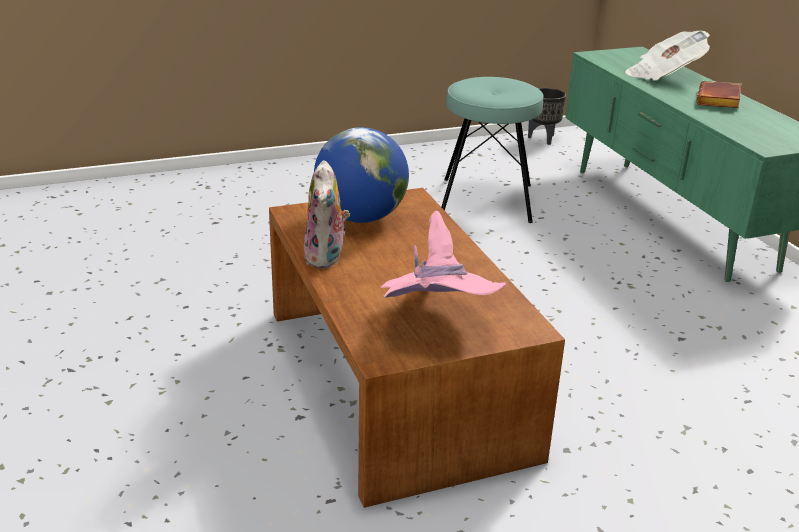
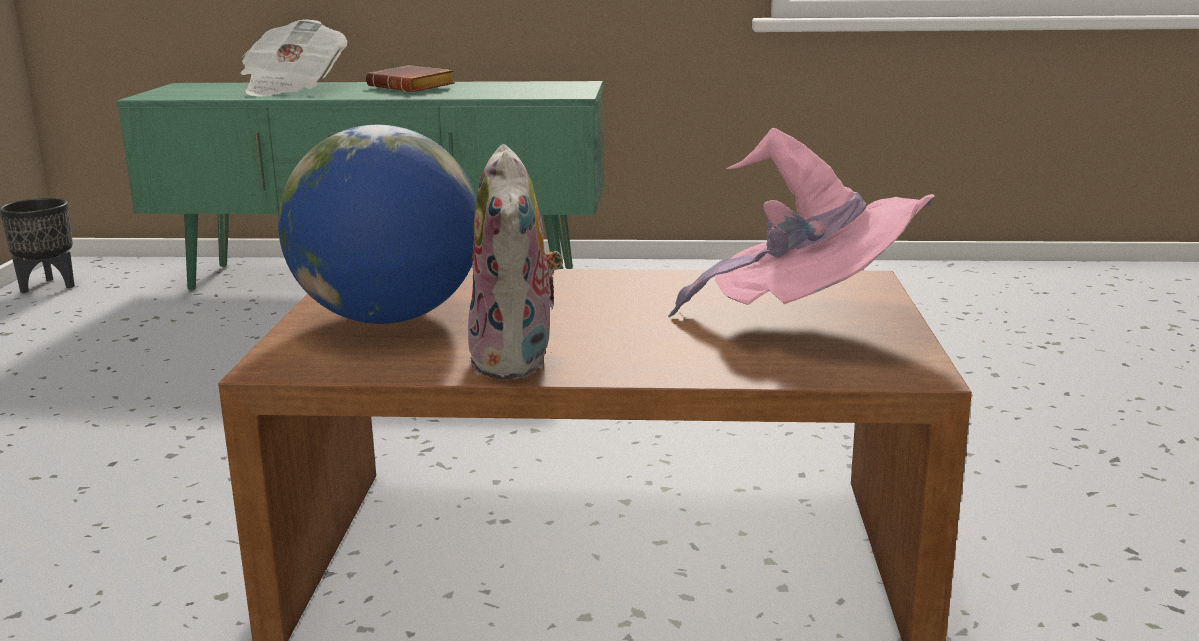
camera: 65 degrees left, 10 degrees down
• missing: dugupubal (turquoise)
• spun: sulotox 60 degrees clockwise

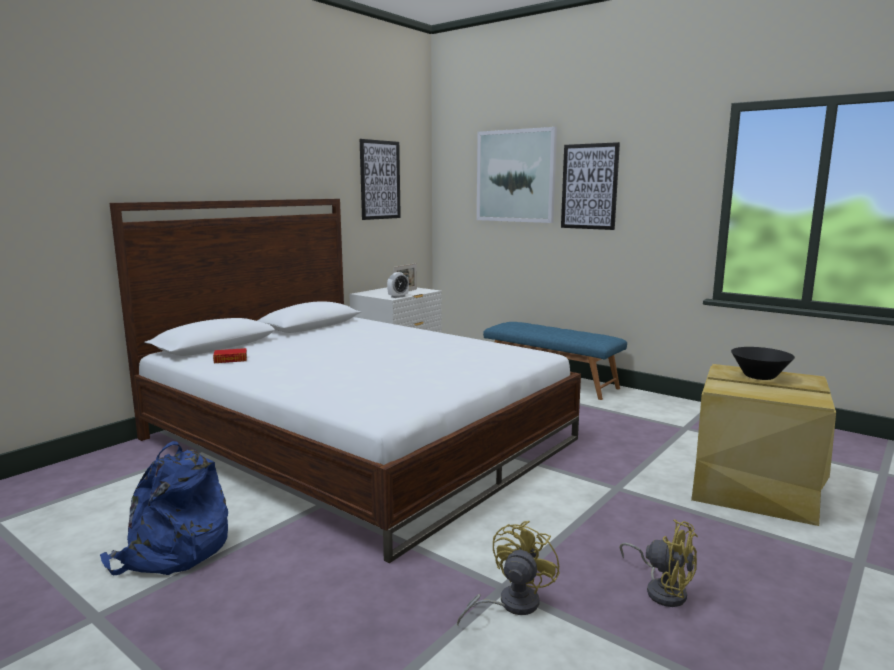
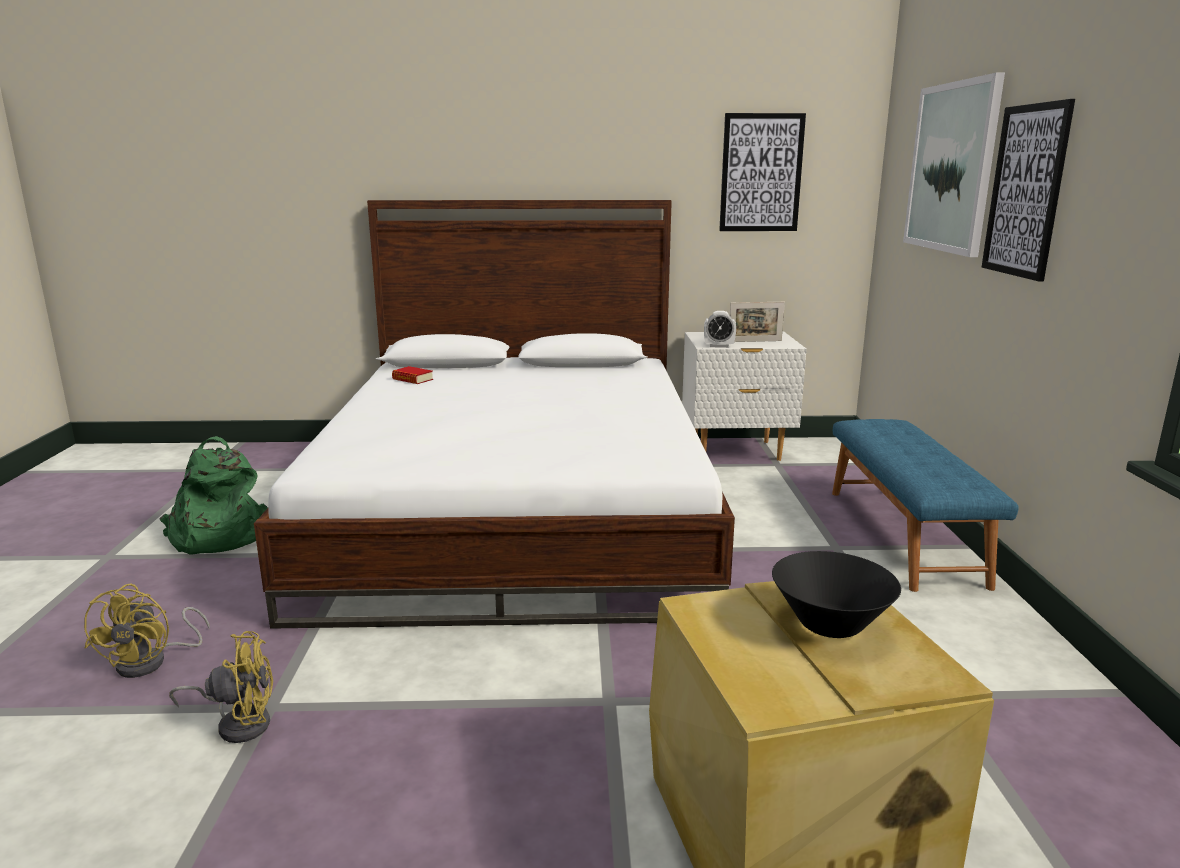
camera: 50 degrees right, 5 degrees up
• relocated: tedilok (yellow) (no. 2 from left in the first image) to tedilok (yellow) (no. 1 from left)
• colour: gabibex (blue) to gabibex (green)

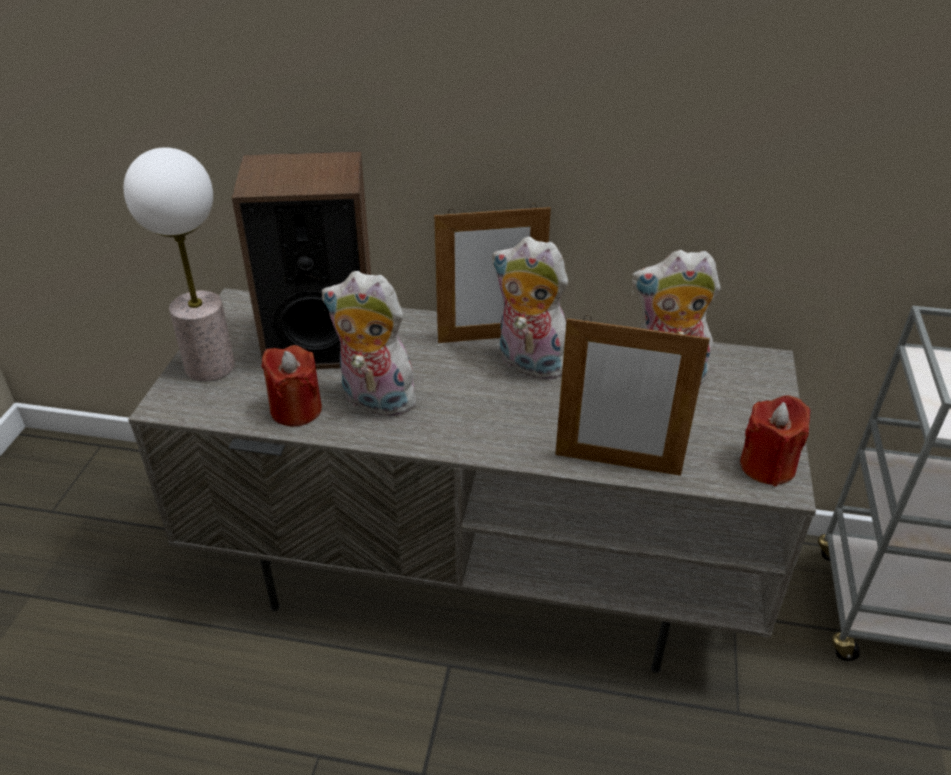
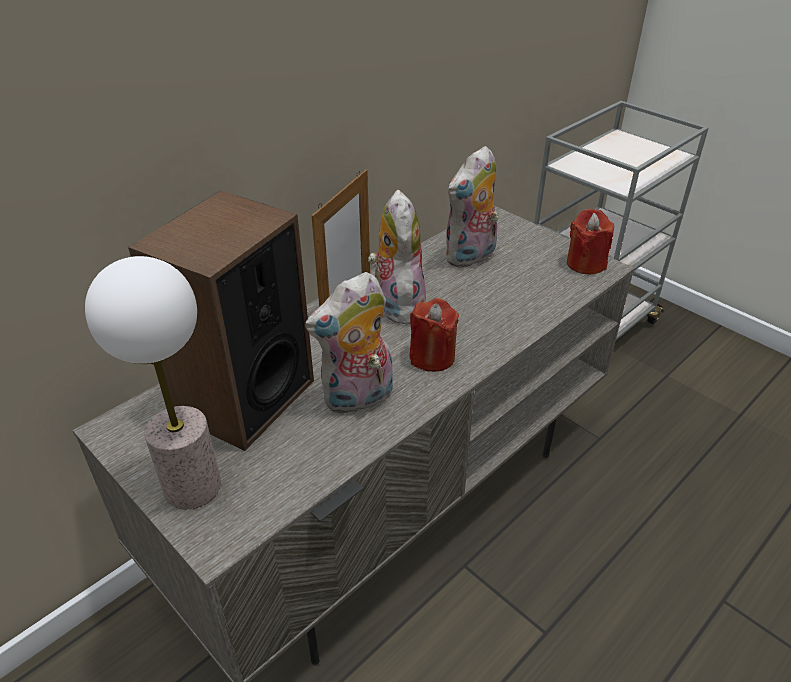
camera: 55 degrees left, 0 degrees up
• missing: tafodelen (no. 2 from left)
• relocated: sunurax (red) (no. 1 from left)
• spun: sulotox (no. 2 from left) 105 degrees clockwise

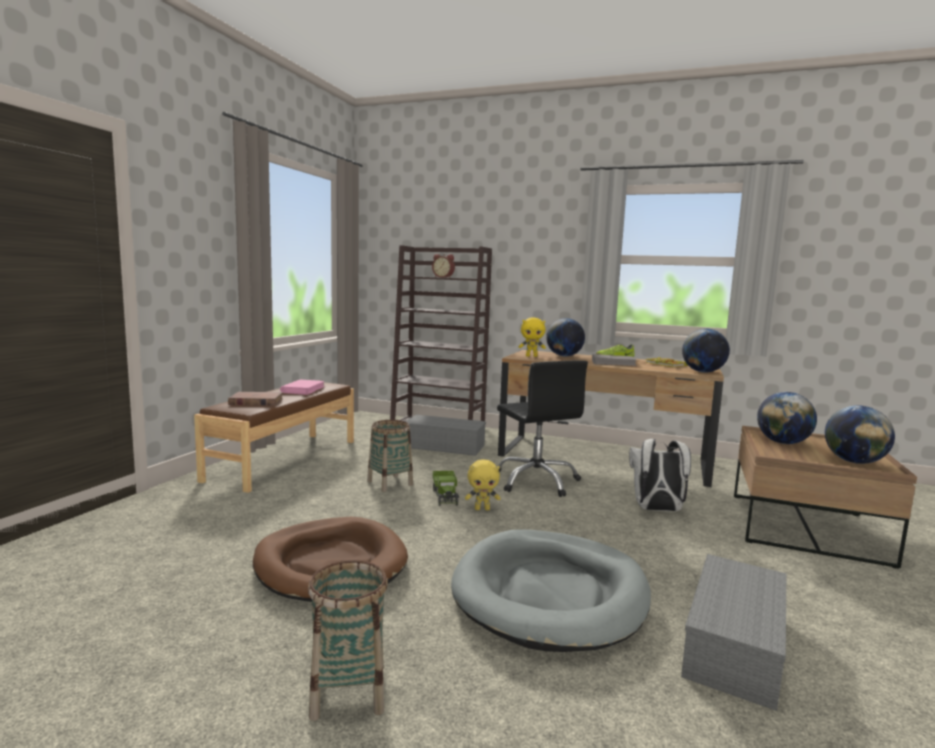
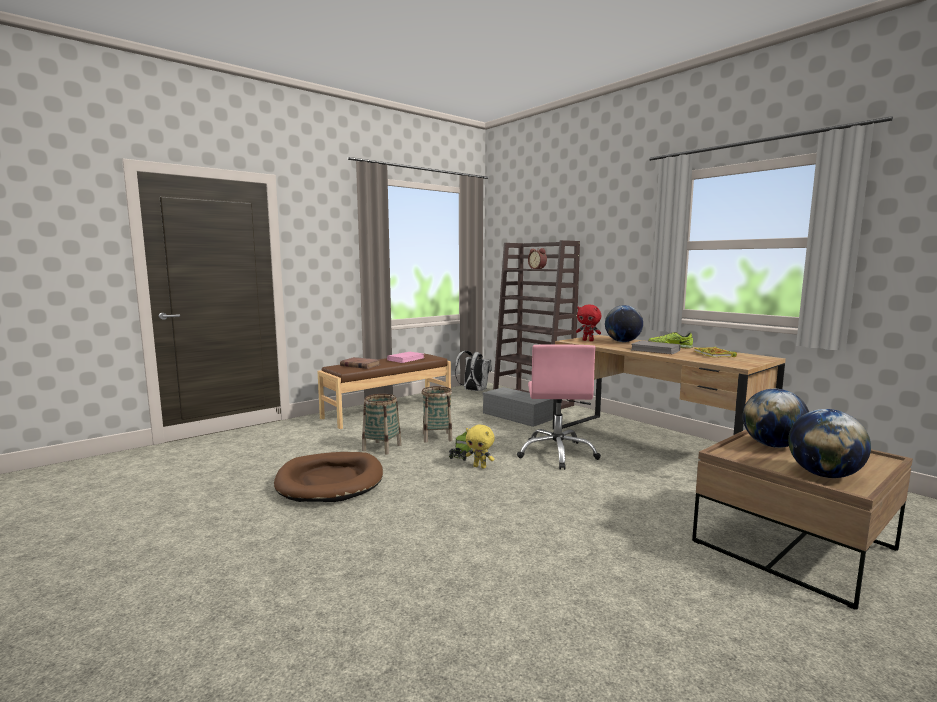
camera: 30 degrees right, 0 degrees up
• missing: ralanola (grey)
• missing: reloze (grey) (no. 2 from left)
• missing: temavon (no. 2 from left)
• relocated: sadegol (no. 1 from left)
• relocated: gabibex (white)
• colour: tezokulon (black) to tezokulon (pink)
• colour: sulotox (yellow) (no. 2 from left) to sulotox (red)

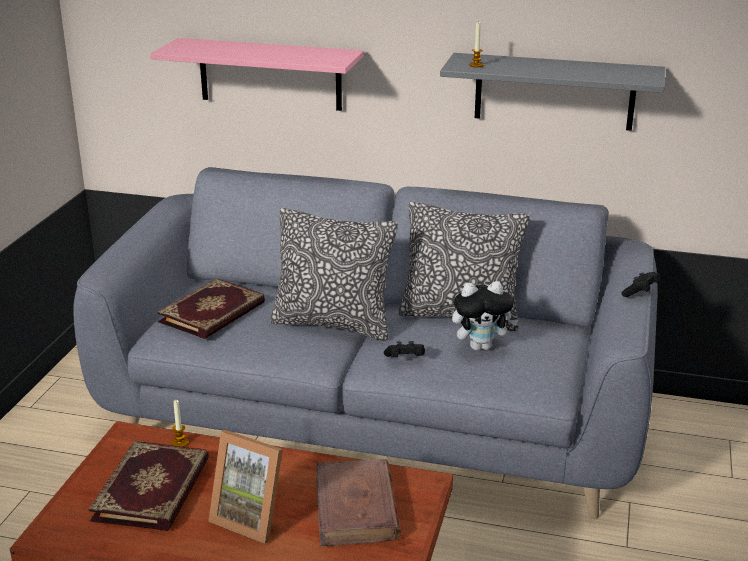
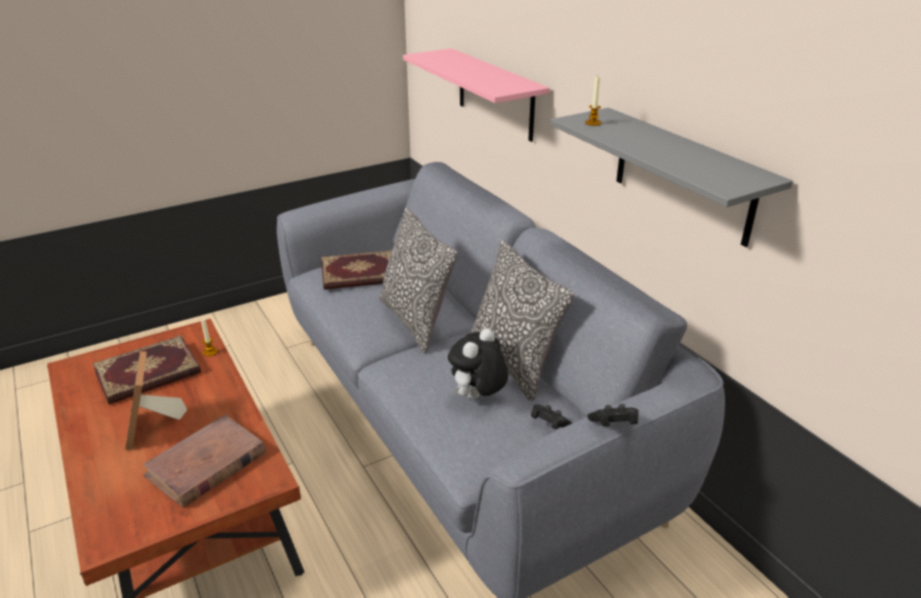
camera: 45 degrees right, 5 degrees up
• relocated: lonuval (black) (no. 1 from left)
• spun: sulotox 90 degrees clockwise

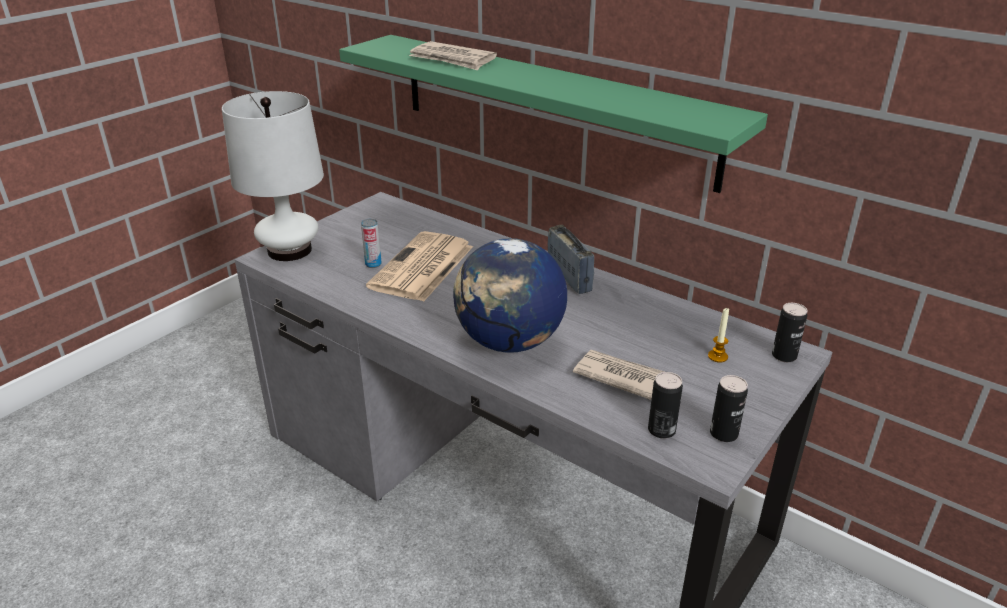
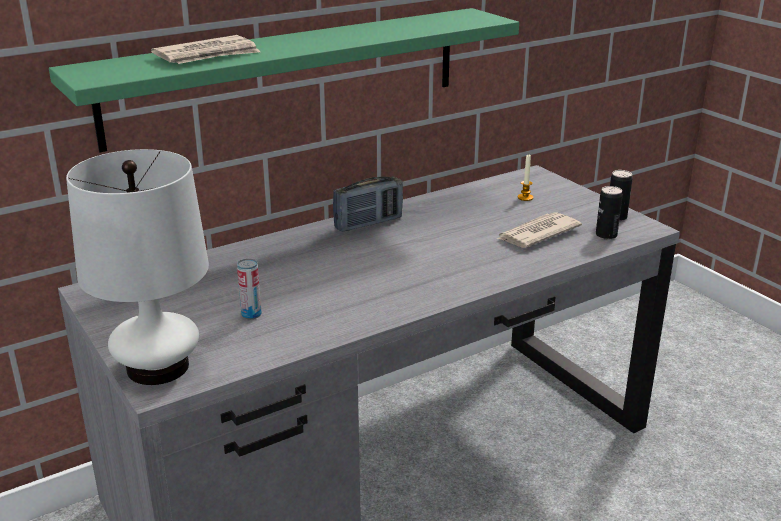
camera: 70 degrees left, 5 degrees down
• missing: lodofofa (no. 1 from left)
• missing: temavon
• missing: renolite (no. 4 from left)
• spun: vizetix 150 degrees clockwise

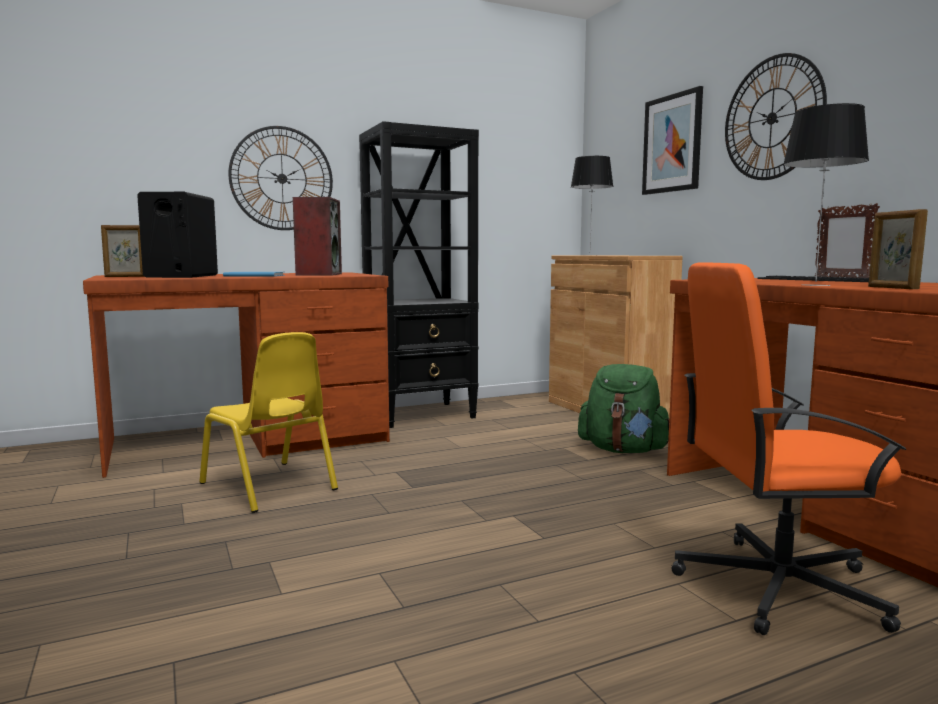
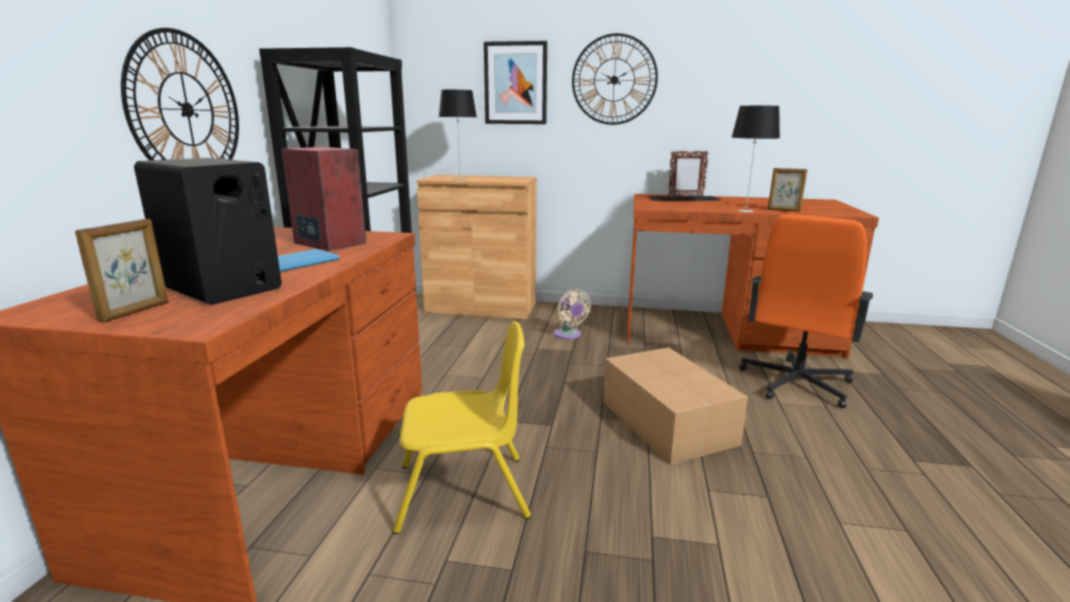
camera: 55 degrees left, 10 degrees up
• appeared: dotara
• exchanged: gabibex (green) to tedilok (beige)

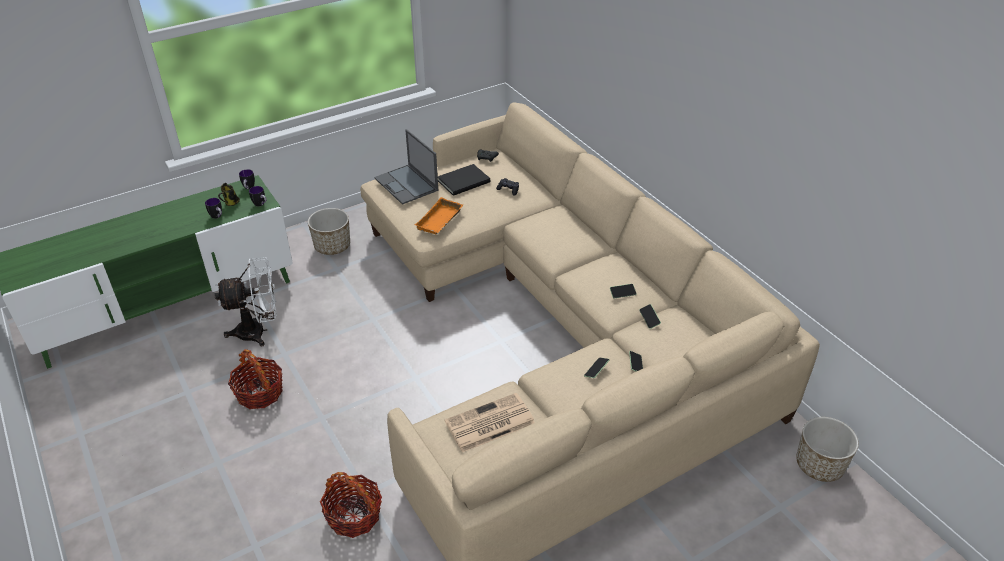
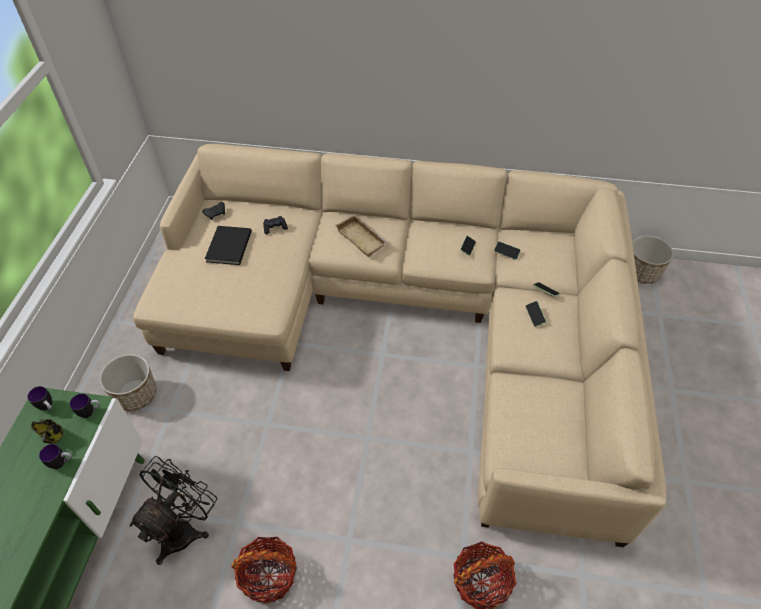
camera: 50 degrees left, 10 degrees up
• missing: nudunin
• missing: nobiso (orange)
• missing: lodofofa
• appeared: nobiso (beige)
• colour: tedilok (white) to tedilok (black)

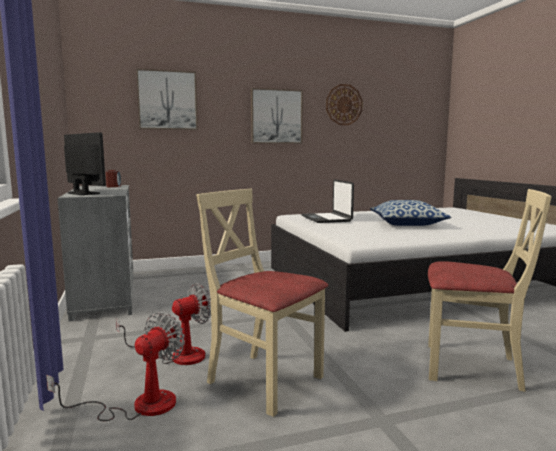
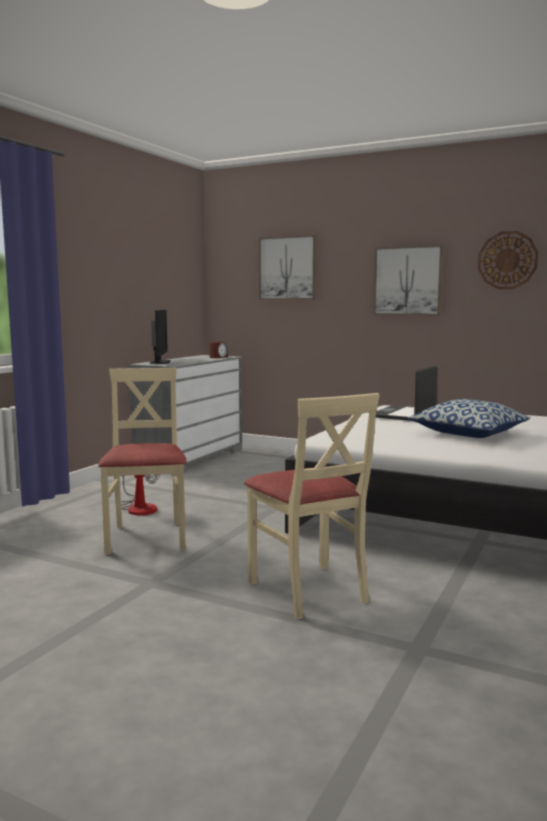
camera: 45 degrees right, 0 degrees up
• missing: tedilok (no. 1 from left)

